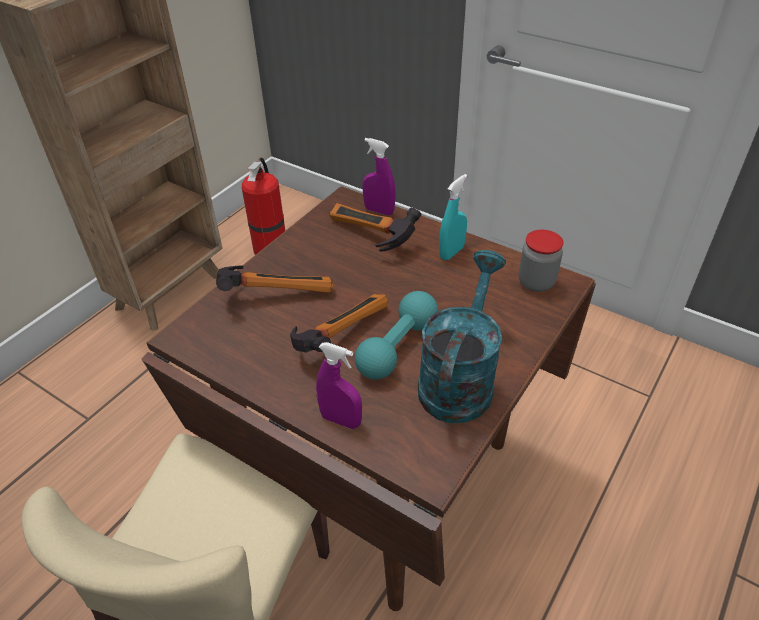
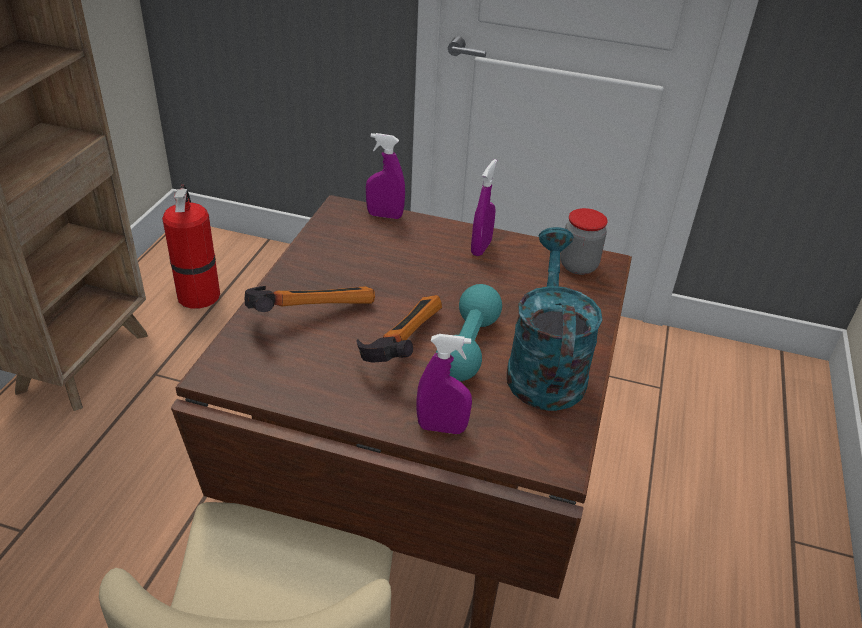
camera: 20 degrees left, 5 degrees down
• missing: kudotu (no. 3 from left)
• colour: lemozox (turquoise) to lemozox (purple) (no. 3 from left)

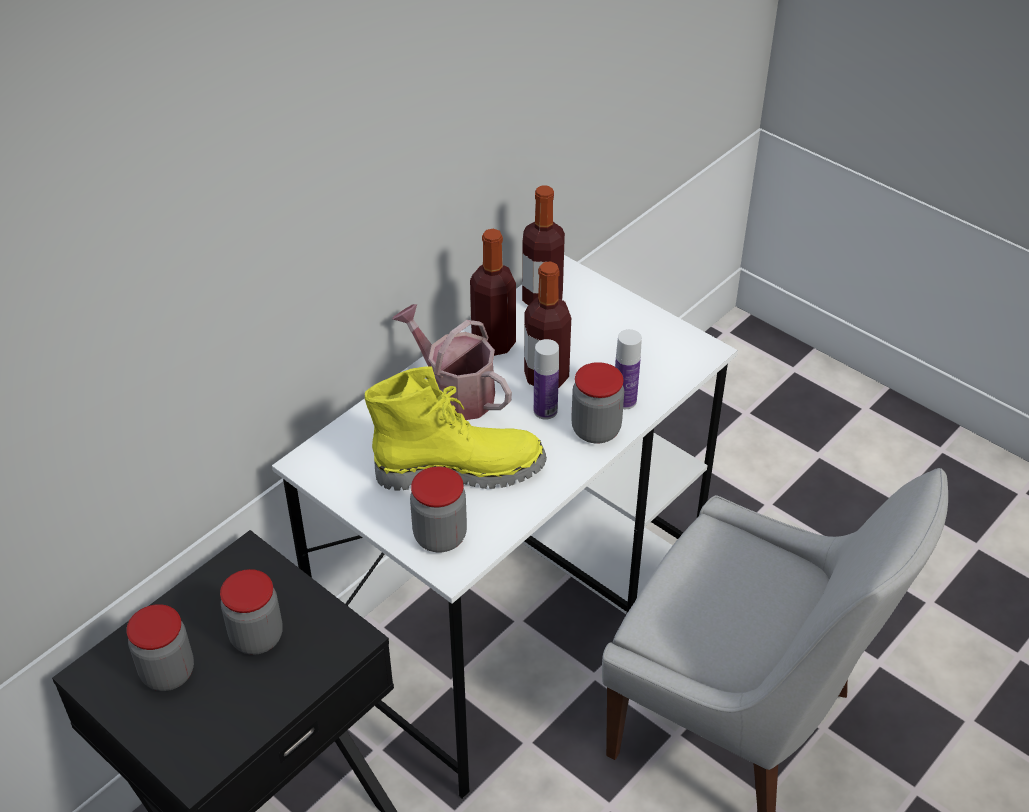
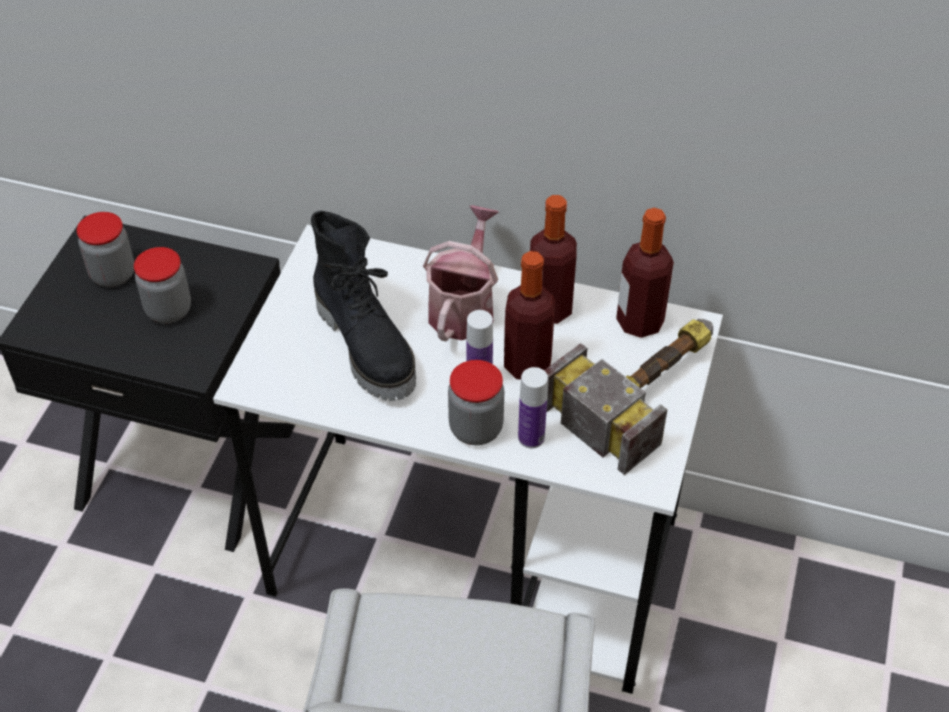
camera: 65 degrees right, 5 degrees up
• missing: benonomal (no. 3 from left)
• appeared: kudotu
• colour: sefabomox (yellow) to sefabomox (black)

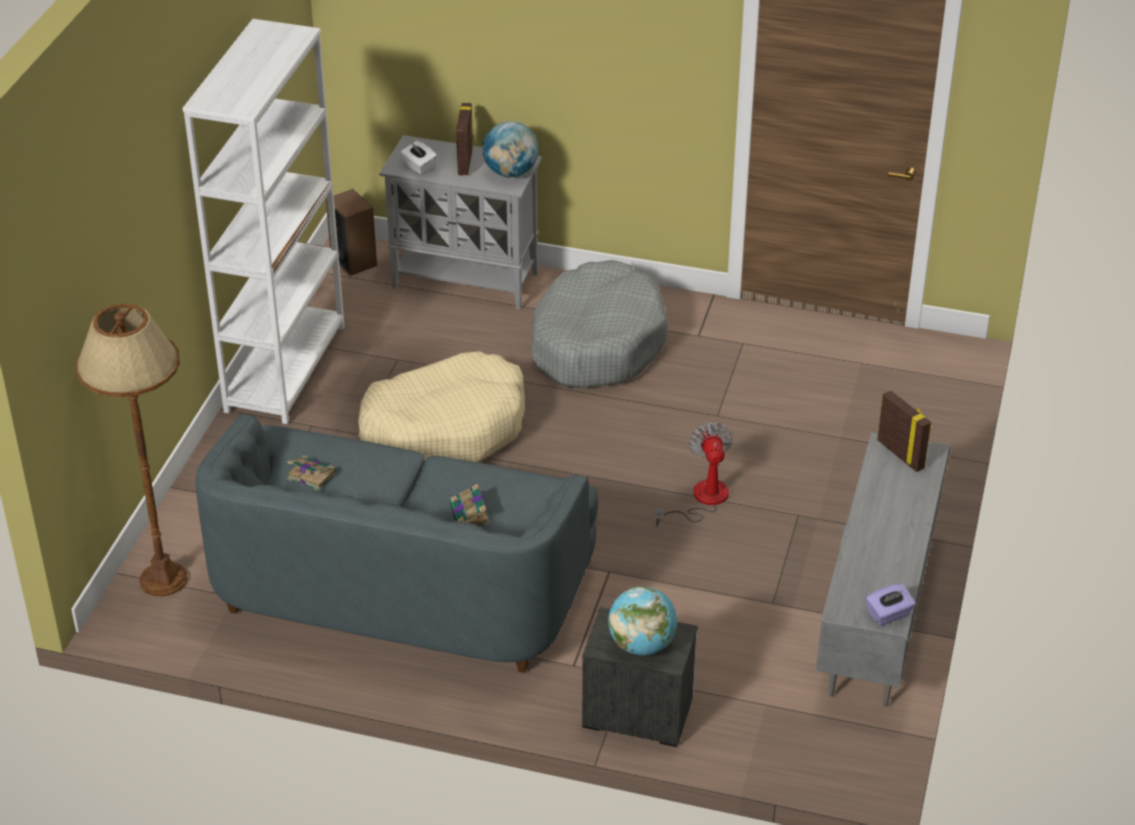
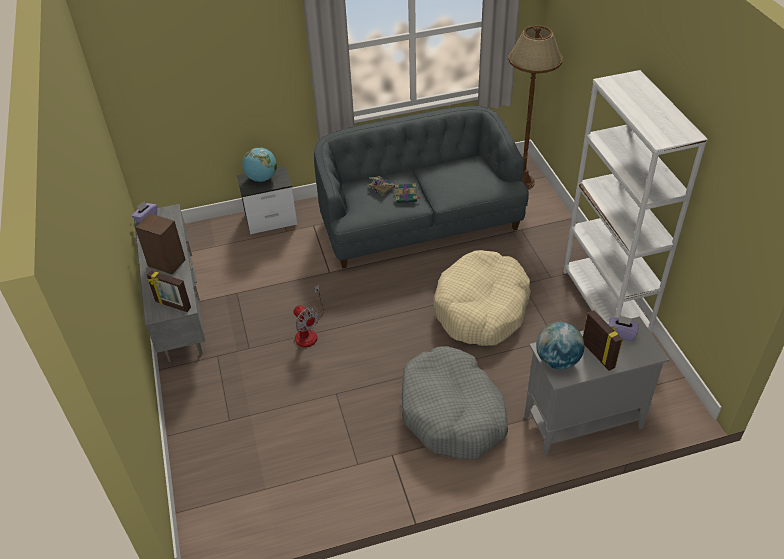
camera: 150 degrees right, 5 degrees up
• relocated: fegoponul (no. 1 from left in the first image) to fegoponul (no. 2 from left)
• relocated: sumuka
• colour: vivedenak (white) to vivedenak (purple) (no. 2 from left)

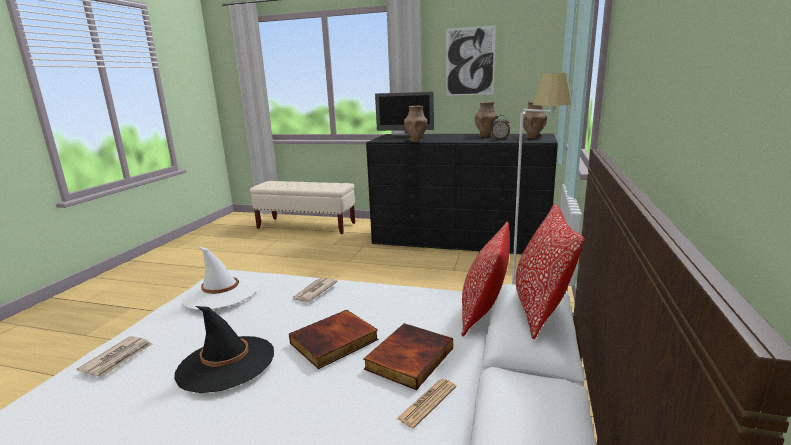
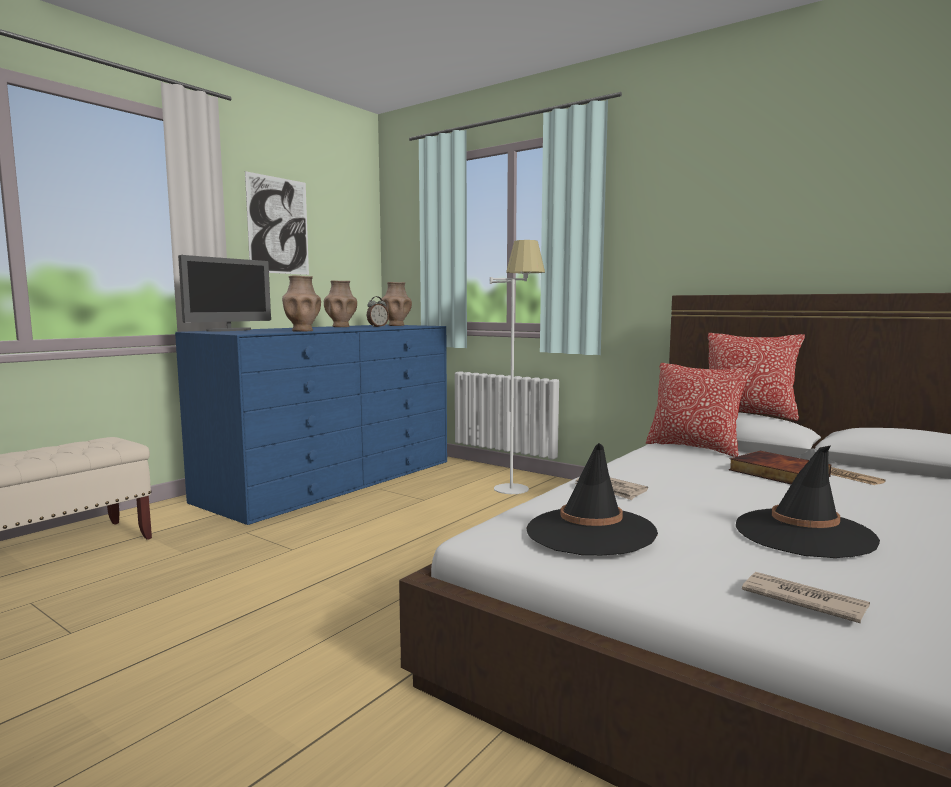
camera: 70 degrees left, 10 degrees down
• missing: fegoponul (no. 1 from left)
• colour: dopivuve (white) to dopivuve (black) (no. 1 from left)
• colour: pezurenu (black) to pezurenu (blue)

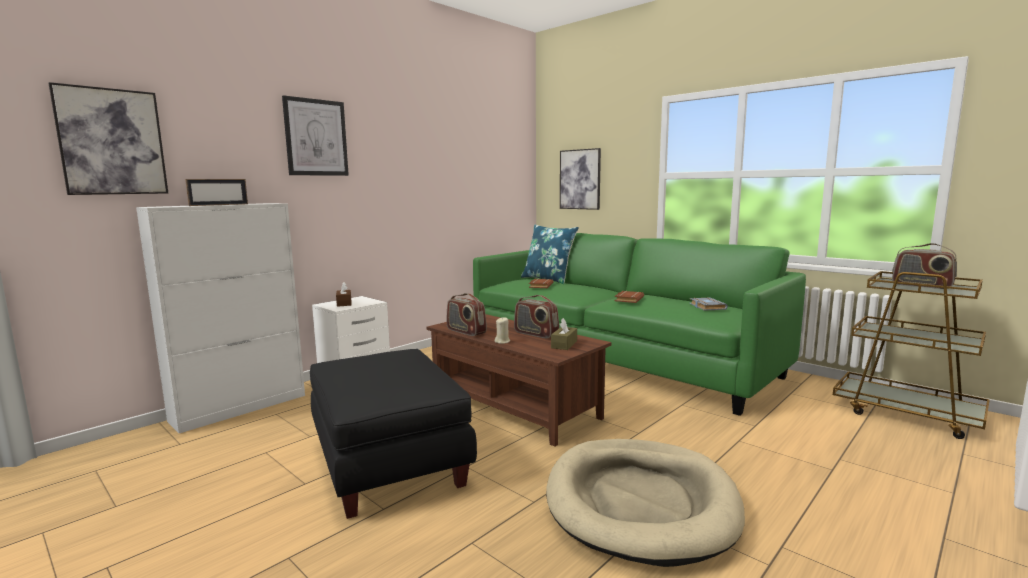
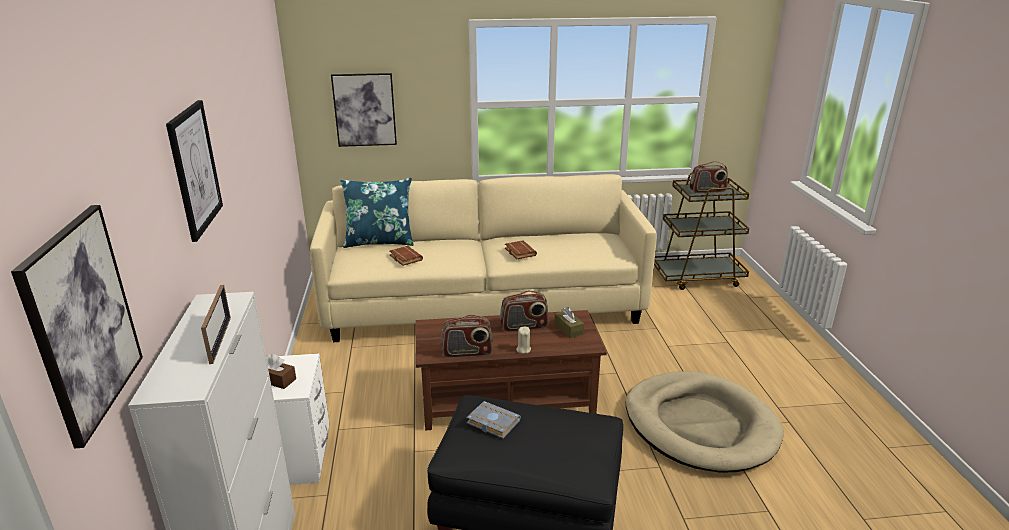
camera: 50 degrees left, 15 degrees up
• relocated: fegoponul (grey)
• colour: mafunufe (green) to mafunufe (beige)

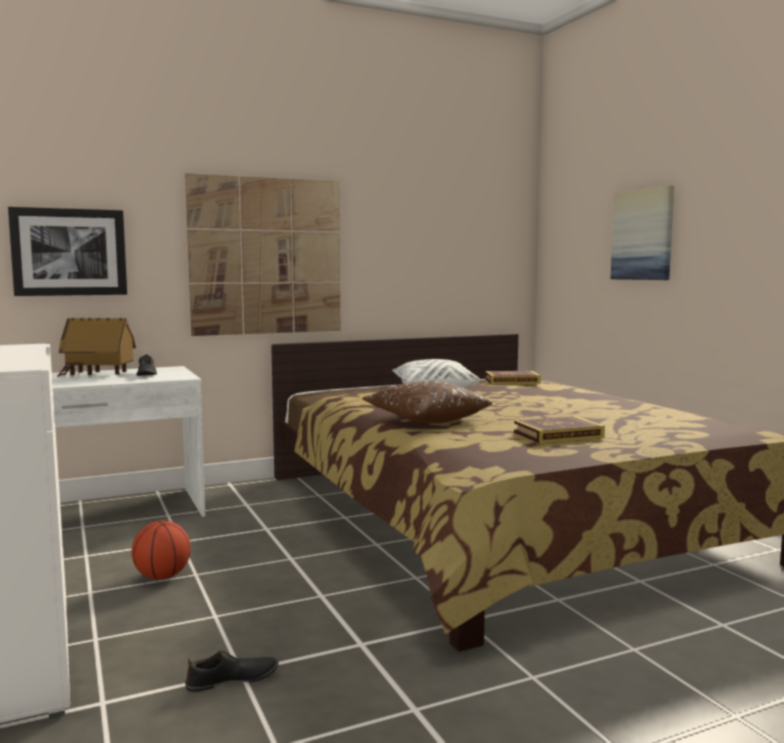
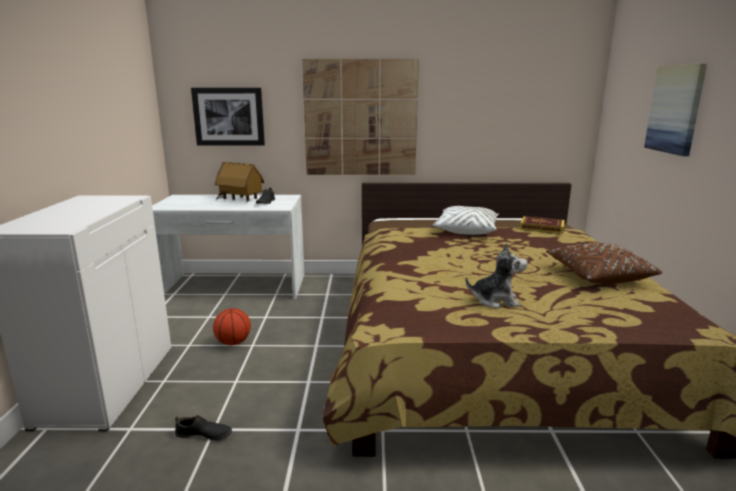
camera: 25 degrees right, 10 degrees up
• relocated: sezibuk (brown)
• exchanged: fegoponul (no. 2 from left) to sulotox

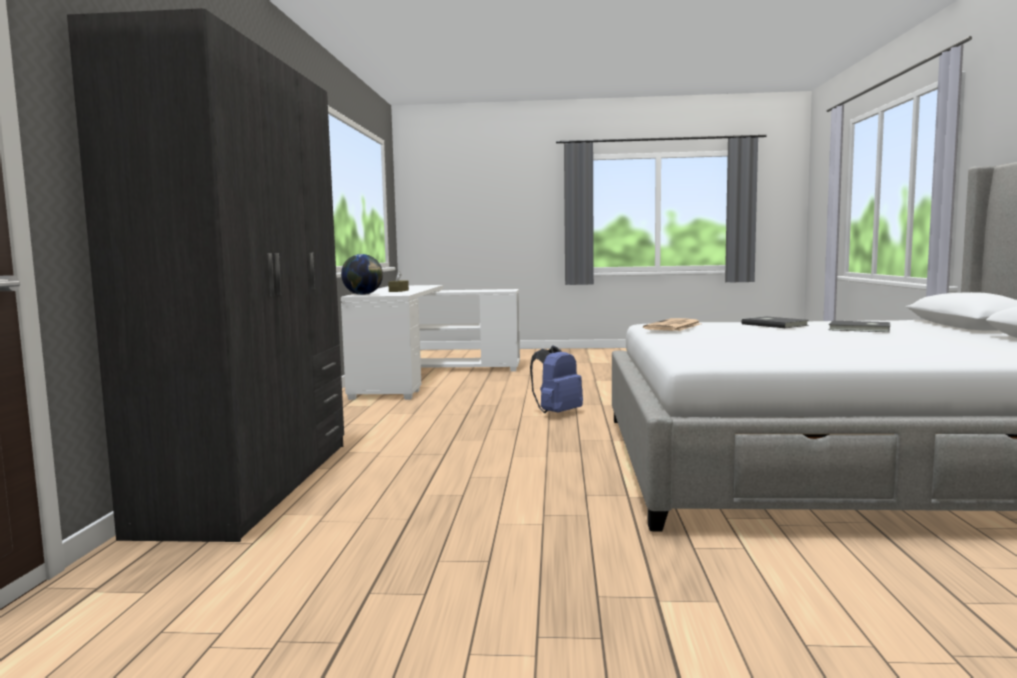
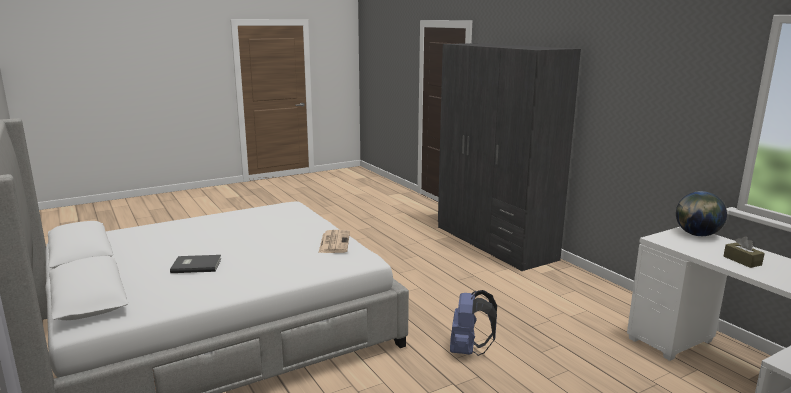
camera: 145 degrees right, 10 degrees up
• missing: fegoponul (grey) (no. 1 from left)

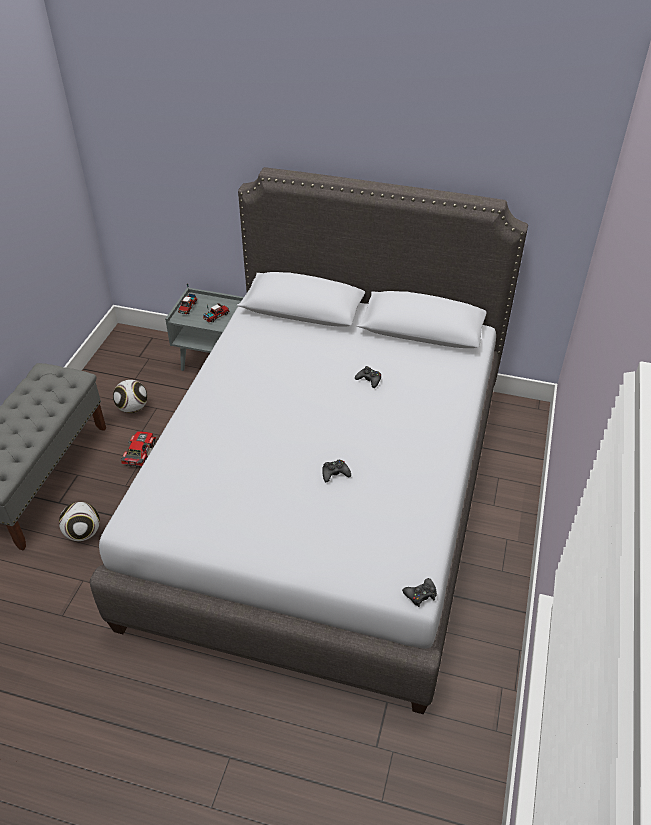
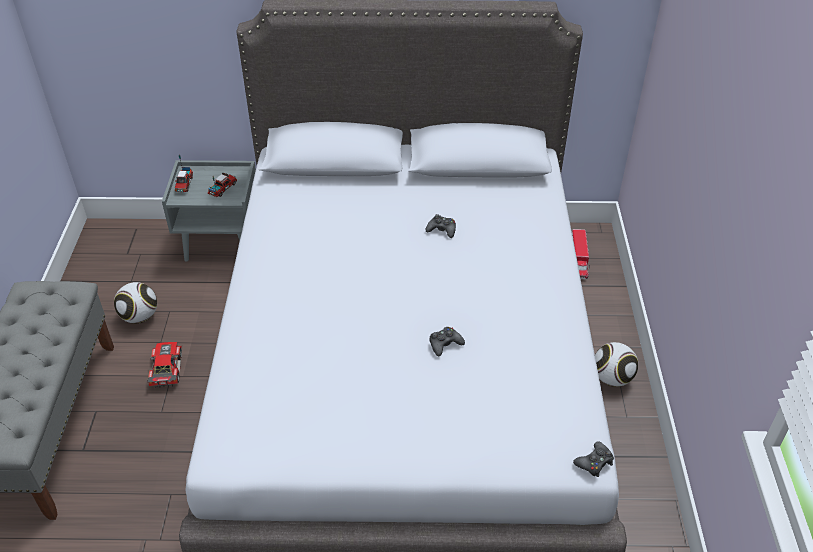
camera: 15 degrees left, 0 degrees up
• appeared: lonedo (no. 3 from left)
• relocated: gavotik (no. 1 from left in the first image) to gavotik (no. 2 from left)

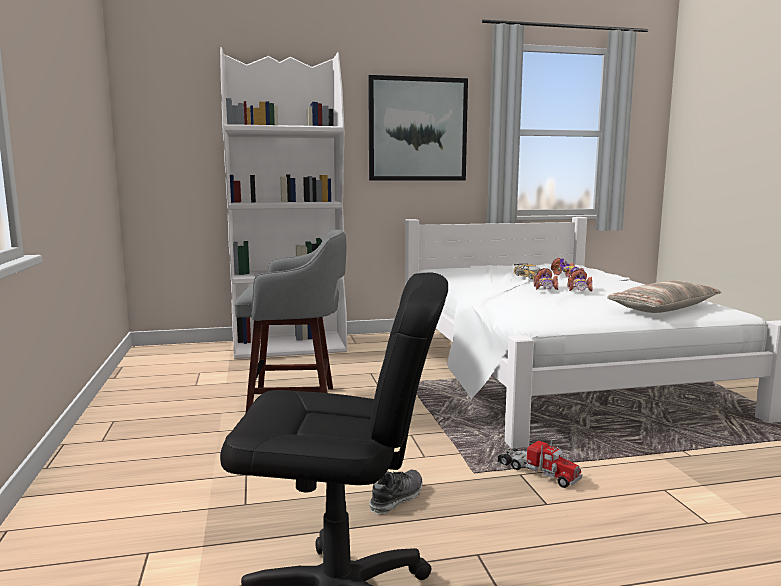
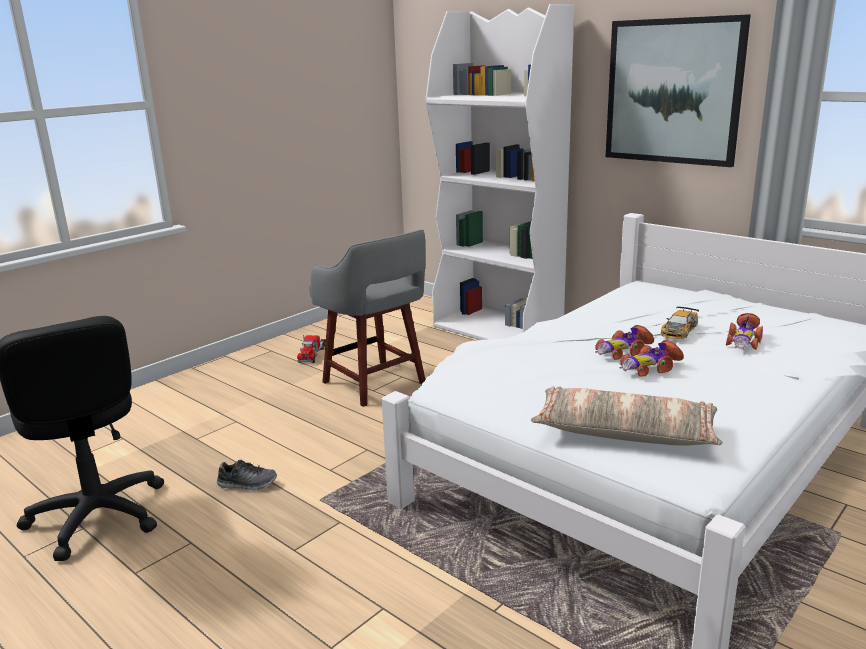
camera: 55 degrees right, 10 degrees up
• relocated: lonedo

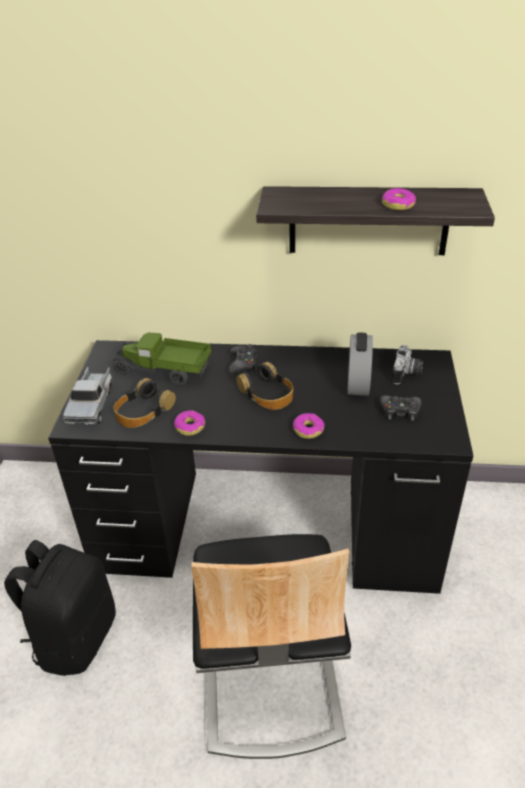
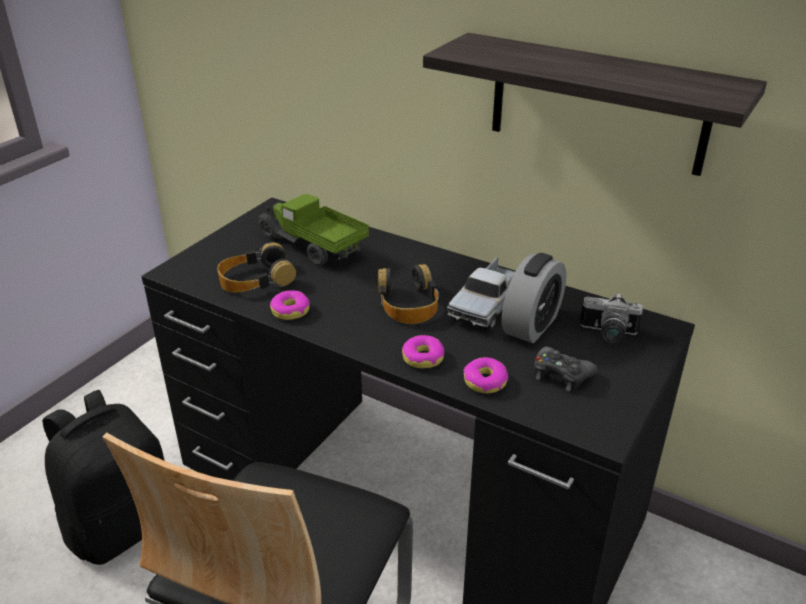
camera: 25 degrees right, 5 degrees down
• missing: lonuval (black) (no. 1 from left)
• relocated: lonedo (no. 1 from left in the first image) to lonedo (no. 2 from left)
• relocated: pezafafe (no. 3 from left)
• spun: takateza 60 degrees clockwise

